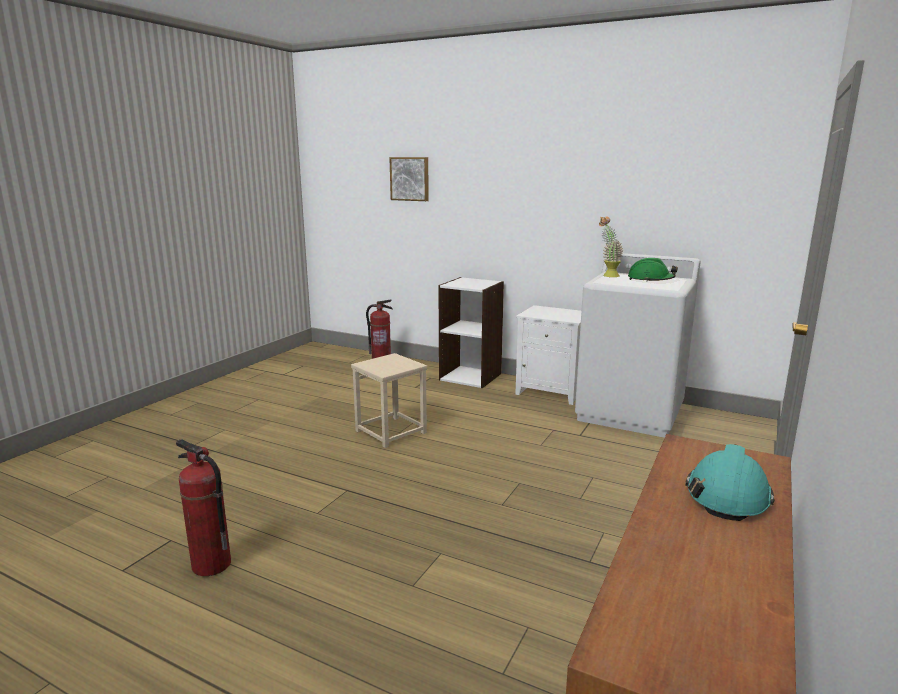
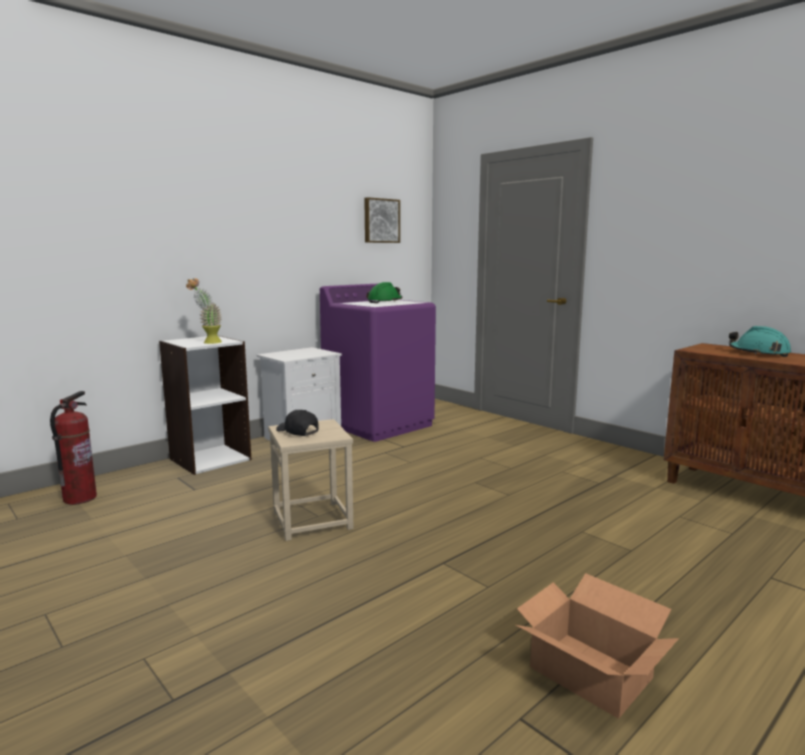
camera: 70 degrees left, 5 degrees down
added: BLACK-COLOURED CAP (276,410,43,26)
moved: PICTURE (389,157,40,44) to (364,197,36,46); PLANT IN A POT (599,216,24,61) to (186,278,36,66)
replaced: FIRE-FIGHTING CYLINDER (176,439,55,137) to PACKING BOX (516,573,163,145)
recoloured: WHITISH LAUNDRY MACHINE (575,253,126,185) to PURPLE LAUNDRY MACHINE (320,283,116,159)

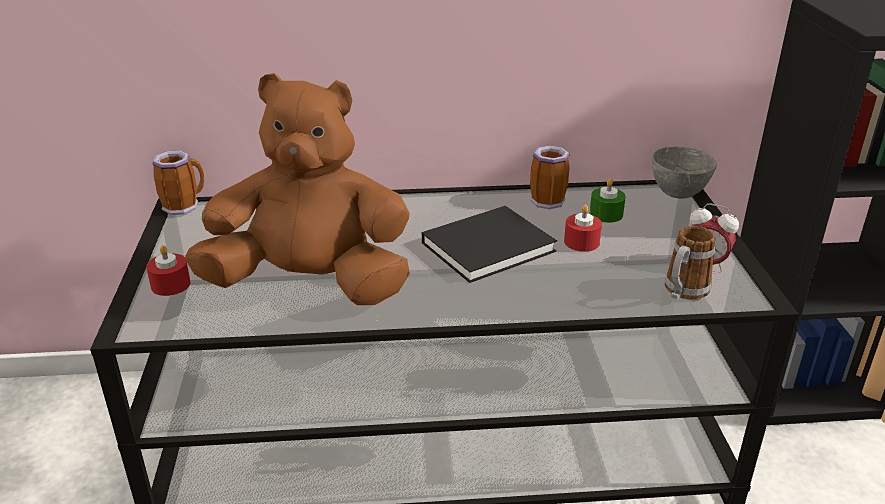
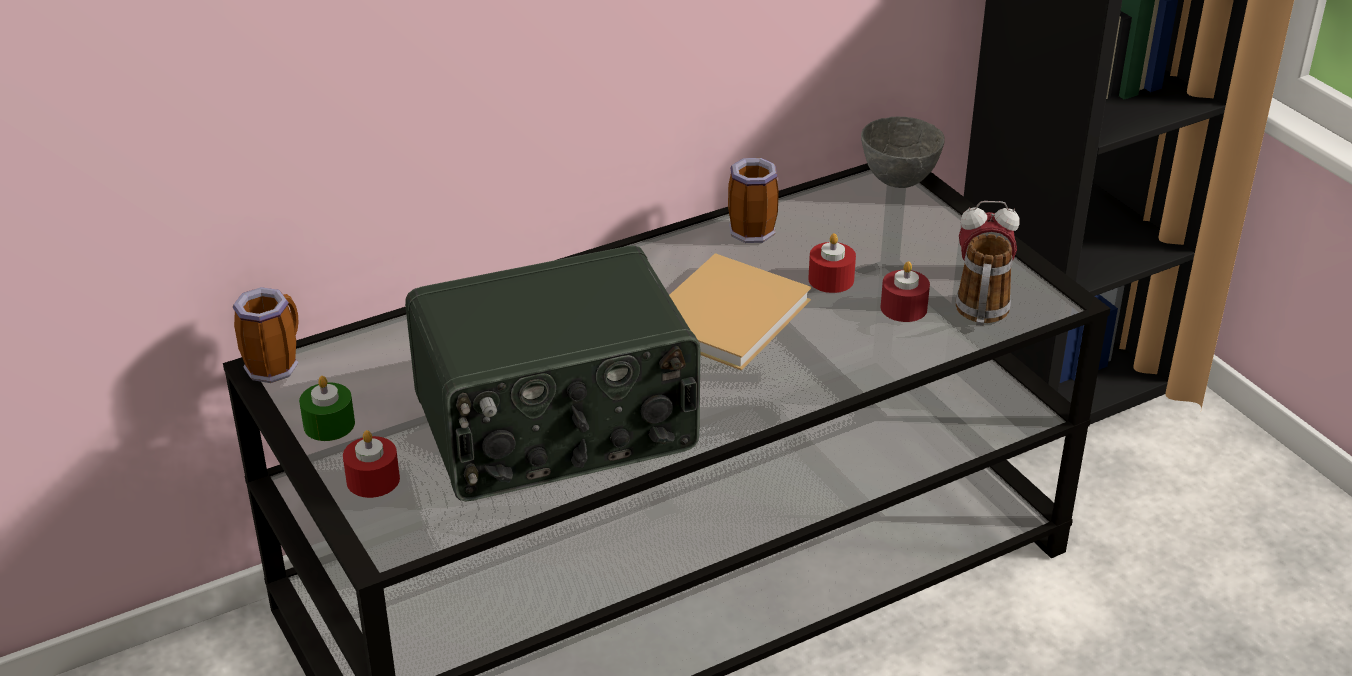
camera: 25 degrees left, 5 degrees up
added: RED-COLOURED WAX CANDLE (881,261,49,61)
moved: GREEN-COLOURED WAX CANDLE (590,178,36,45) to (299,376,56,65)
replaced: BROWNISH PLUSH TOY (185,73,225,232) to RADIO RECEIVER (405,246,295,255)
recoloured: BLACK-COLOURED BOOK (422,206,135,77) to SAND-COLOURED BOOK (669,253,142,118)

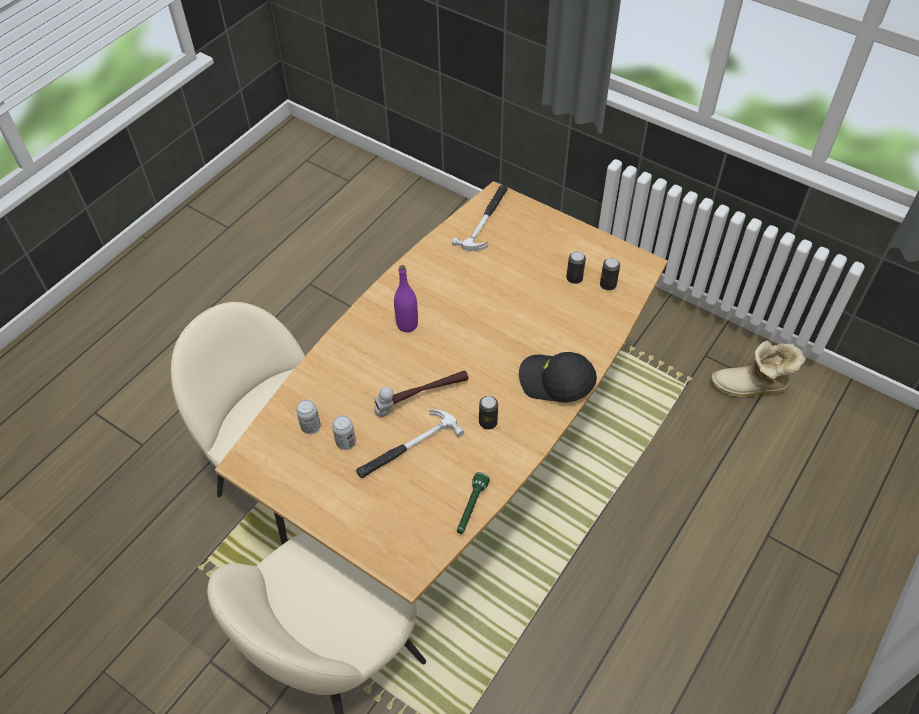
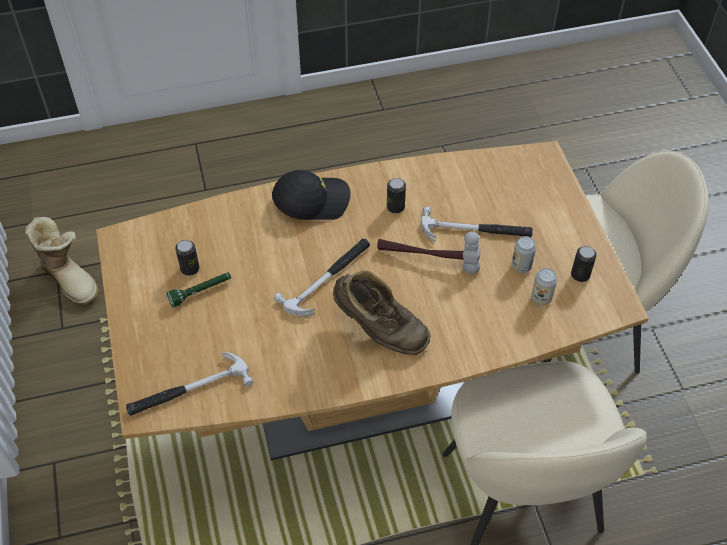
camera: 140 degrees left, 0 degrees up
added: HAMMER (274,239,96,77)
moved: GREEN-COLOURED FLASHLIGHT (457,472,33,62) to (167,272,64,35); METAL CAN (600,258,20,32) to (571,246,26,36)
replaced: PURPLE BOTTLE (394,265,24,67) to BROWNISH BOOT (333,271,98,84)
turned: BLACK-COLOURED CAP (519,352,78,50) = (272,170,79,50) 75 degrees counterclockwise

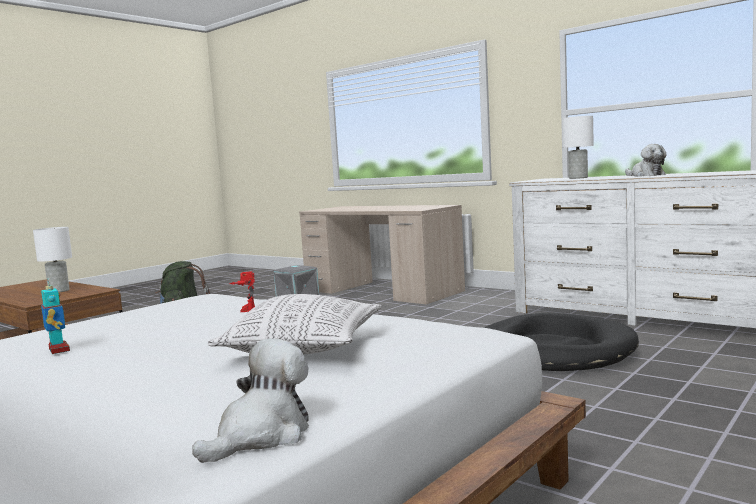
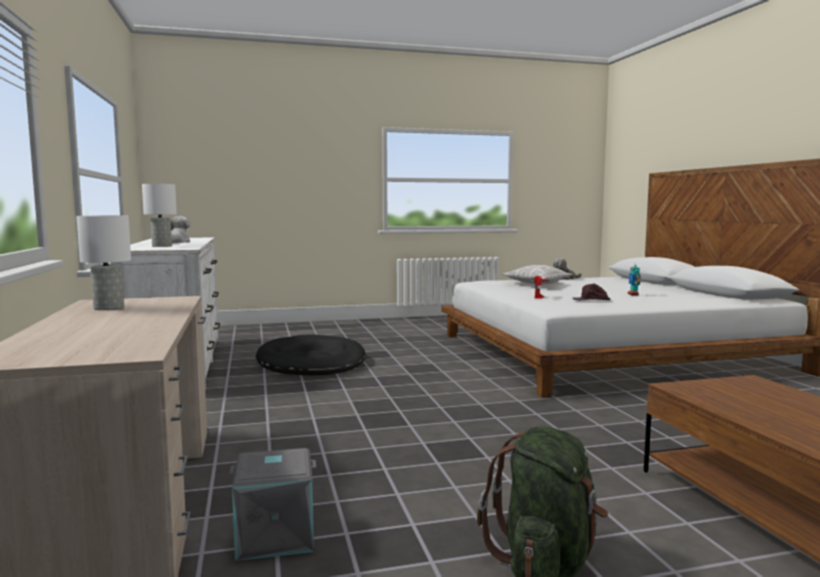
camera: 145 degrees left, 0 degrees up
added: BROWNISH CAP (573,283,37,17)
moved: WHITISH TABLE LAMP (33,227,39,66) to (77,216,54,94)

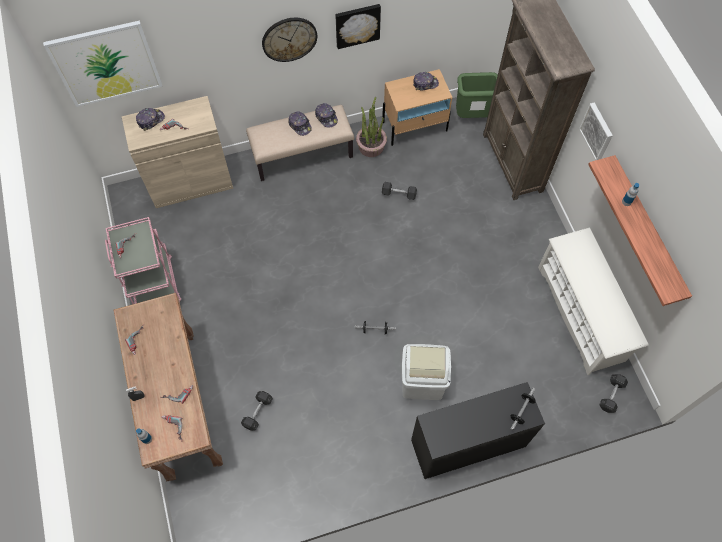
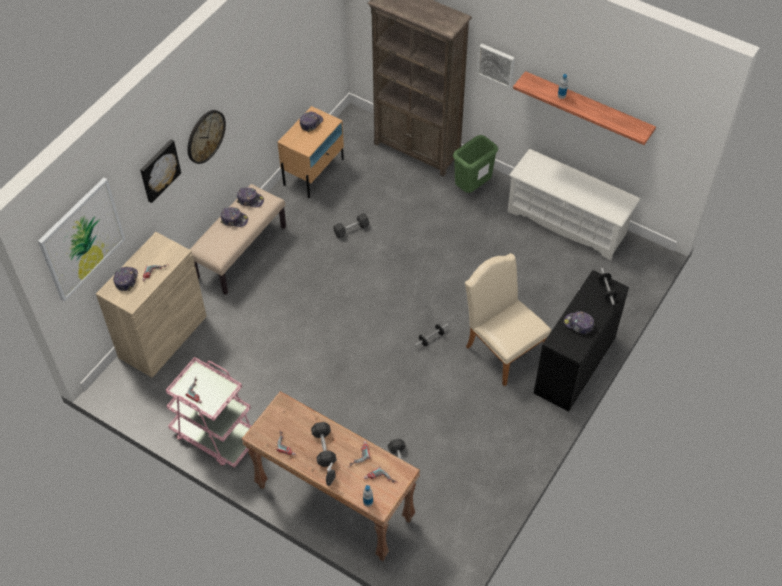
camera: 40 degrees left, 10 degrees down
removed: PLANT IN A POT (356,97,31,60)
added: CAP (564,311,30,23)
moved: PICTURE (335,4,46,45) to (140,140,41,63); GREEN-COLOURED WASTE BIN (456,72,42,46) to (453,135,45,58); GRAY HAND WEIGHT (599,374,29,39) to (311,422,26,45)
replaced: WHITISH WASTE BIN (402,344,49,56) to SAND-COLOURED UPRIGHT CHAIR (465,253,86,133)

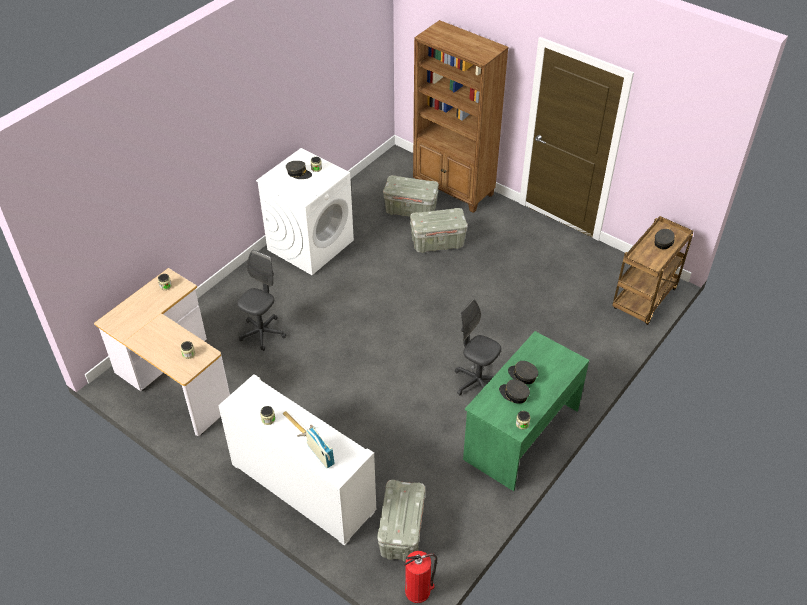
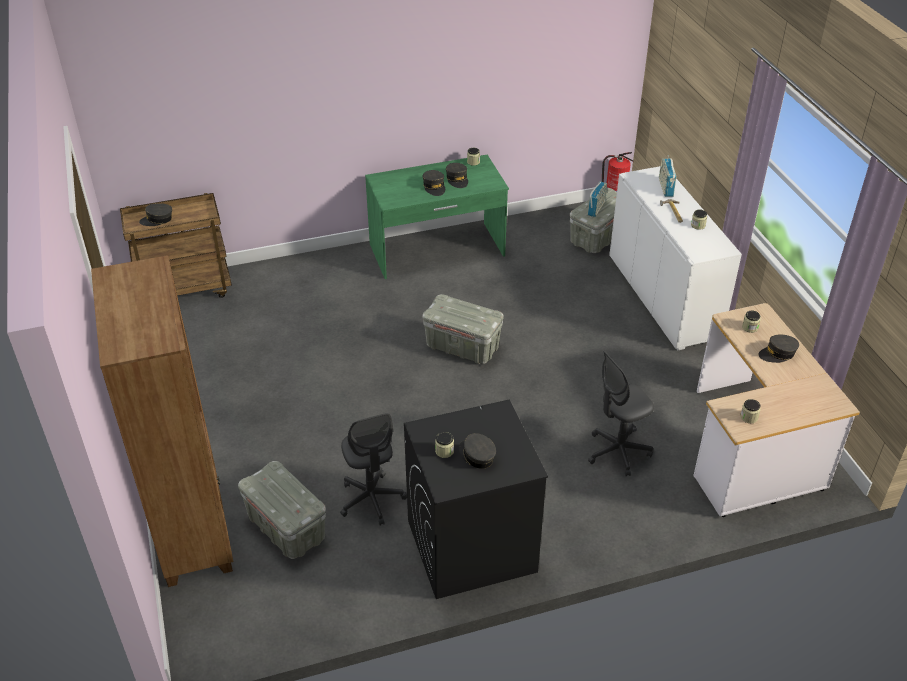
camera: 145 degrees left, 5 degrees down
added: RADIO RECEIVER (587,182,20,35); GRAY CAP (758,335,41,28)
moved: GRAY STORAGE BIN (410,208,58,45) to (422,294,82,70); GRAY OFFICE CHAIR (455,299,46,97) to (340,413,67,113)
recoloured: WHITISH LAUNDRY MACHINE (256,148,98,127) to BLACK-COLOURED LAUNDRY MACHINE (404,400,144,199)

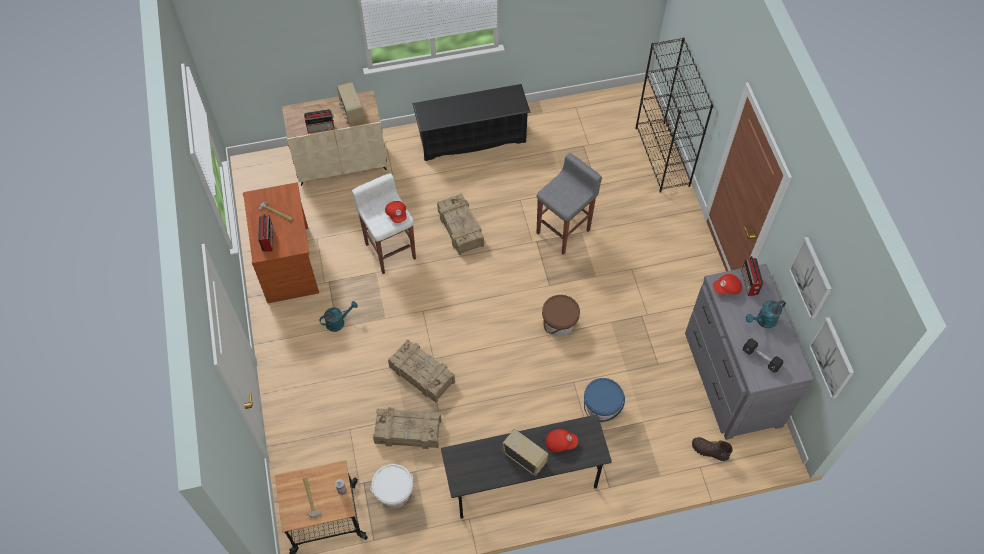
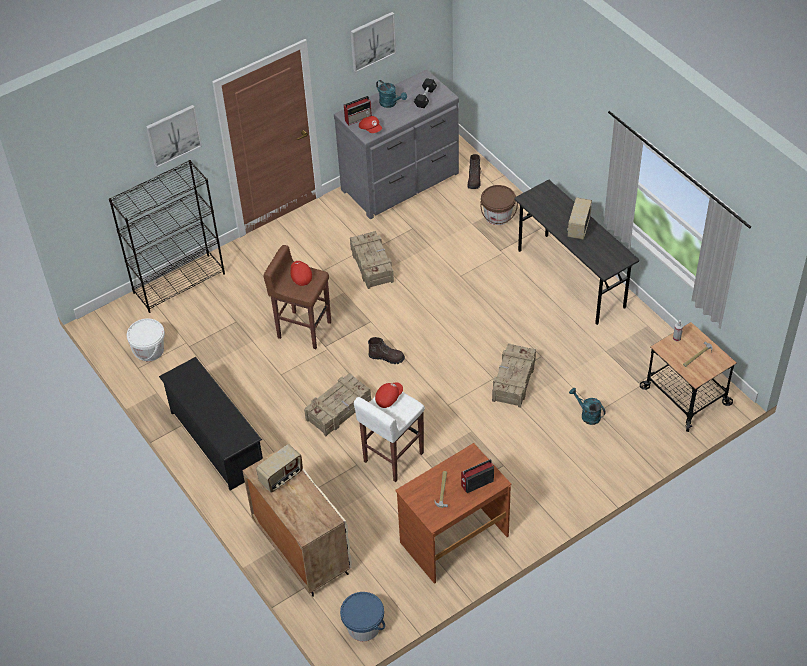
camera: 110 degrees left, 10 degrees down
removed: RADIO RECEIVER (304,109,30,24)
added: BROWNISH BOOT (368,337,37,27)
moved: TURQUOISE WATERING POT (319,301,39,31) to (569,388,37,37); WHITISH PAIL (370,464,43,45) to (127,318,38,43); SHIPPING CRATE (373,407,68,42) to (350,231,44,58); BROWNISH PAIL (542,295,38,42) to (481,185,37,40); RED-COLOURED CAP (546,429,32,23) to (290,261,22,25); BLUE-COLOURED PAIL (584,378,41,44) to (340,592,45,49); PICTURE (809,317,45,82) to (146,105,56,63)
recoloured: GRAY SITTING STOOL (537,153,65,102) to BROWNISH SITTING STOOL (264,245,67,104)

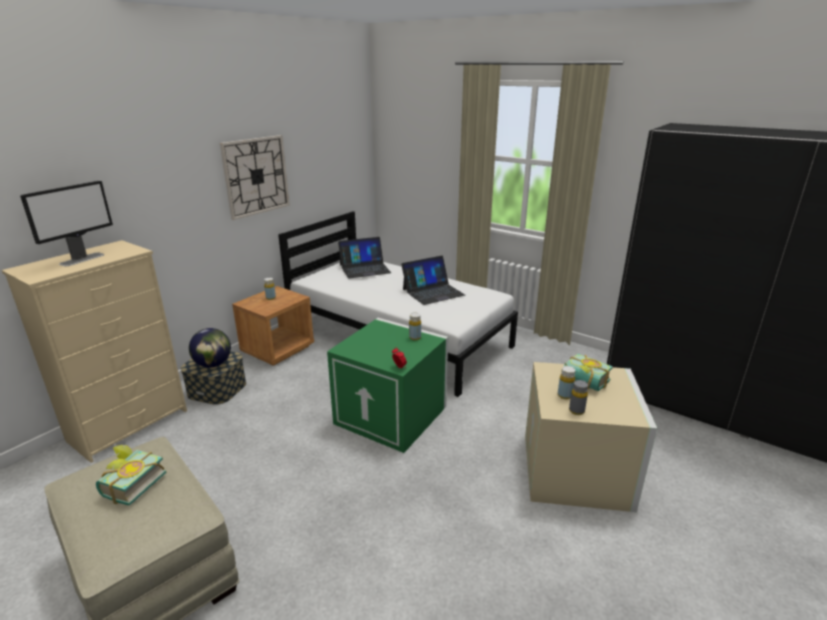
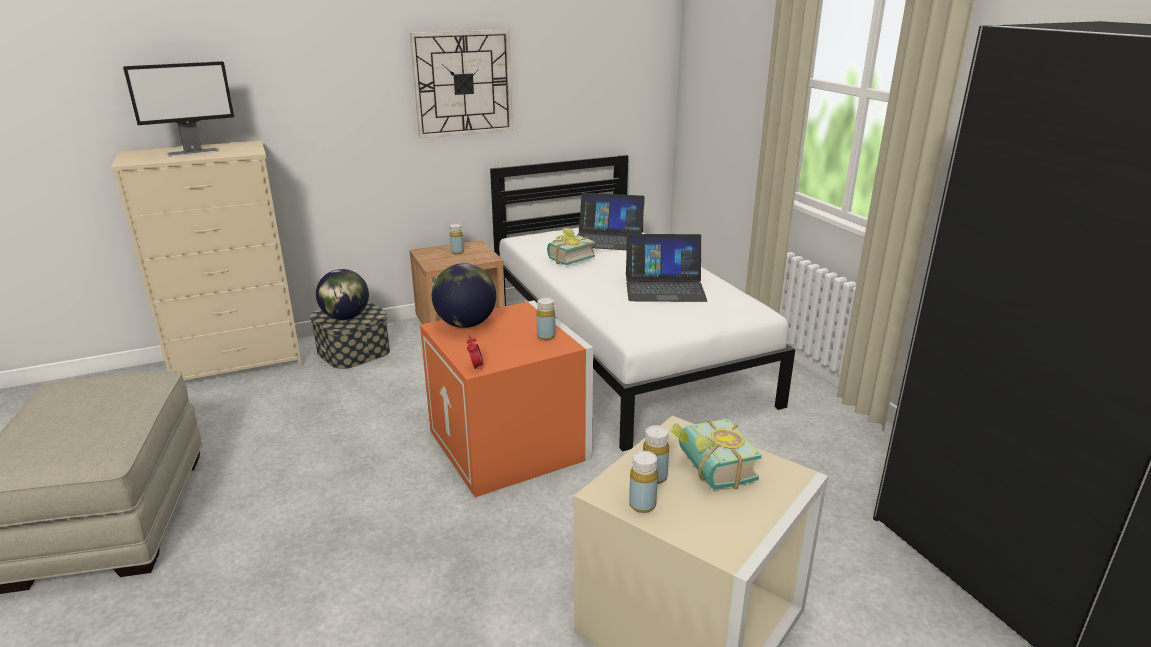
camera: 30 degrees right, 0 degrees up
added: DESK GLOBE (432,263,64,65)
moved: BOOK (96,445,70,61) to (547,228,48,37)
recoloured: GREEN-COLOURED STORAGE BIN (327,318,121,135) to ORANGEY STORAGE BIN (420,300,173,197); GRAY BOTTLE (569,380,19,35) to YELLOWISH BOTTLE (629,451,29,62)

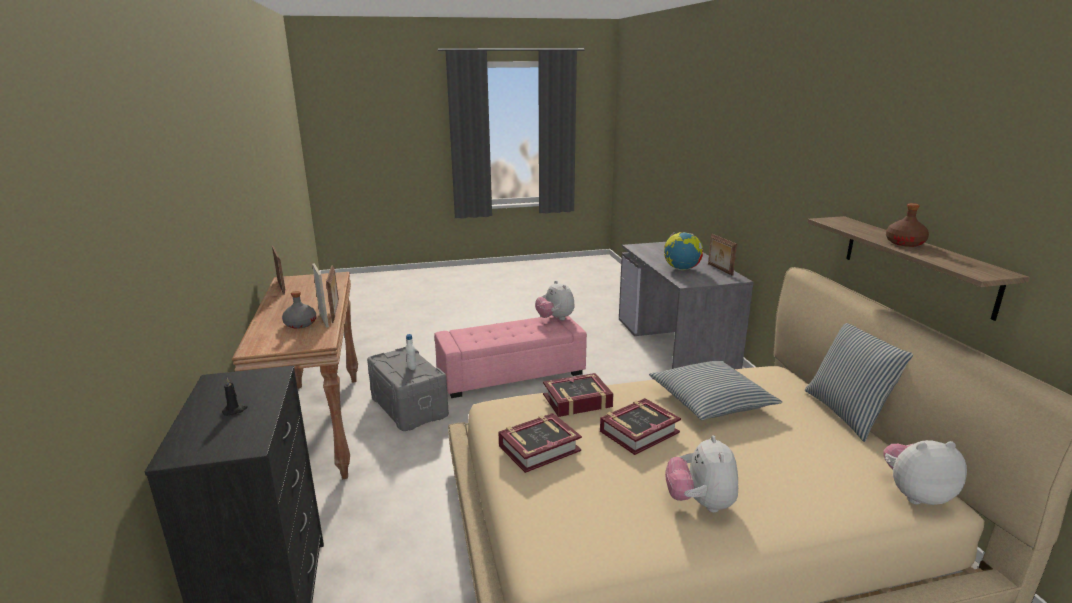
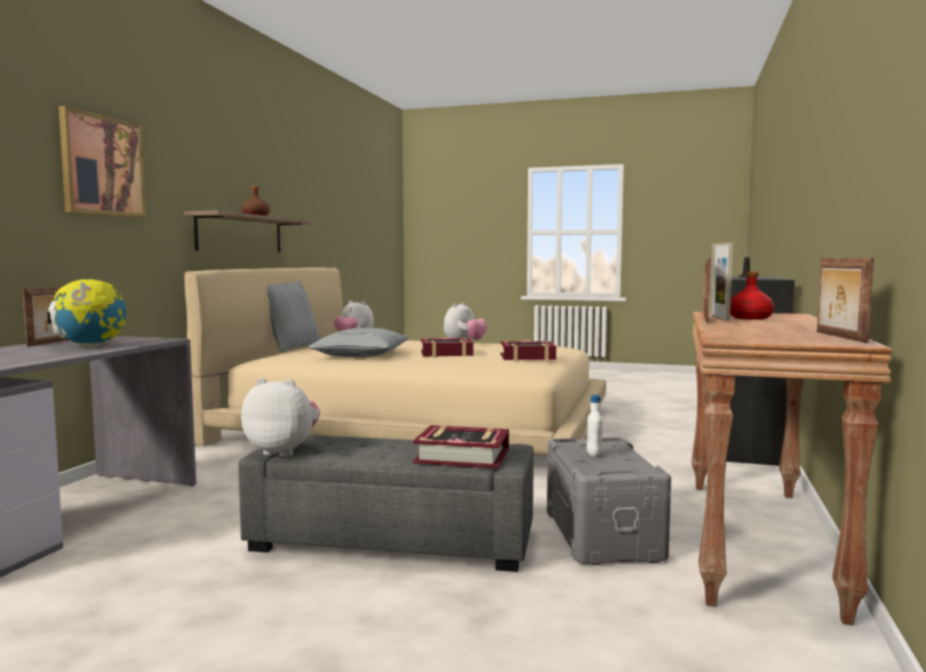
camera: 150 degrees left, 15 degrees down
added: PICTURE (59,106,87,112)
moved: BOOK (543,373,70,44) to (413,425,96,44)
recoloured: GRAY BOTTLE (282,291,34,38) to RED-COLOURED BOTTLE (730,272,44,48); PINK-COLOURED OTTOMAN (434,315,153,83) to GRAY OTTOMAN (238,435,296,137)
turned: PLUSH TOY (535,281,40,39) = (241,378,79,79) 75 degrees counterclockwise

